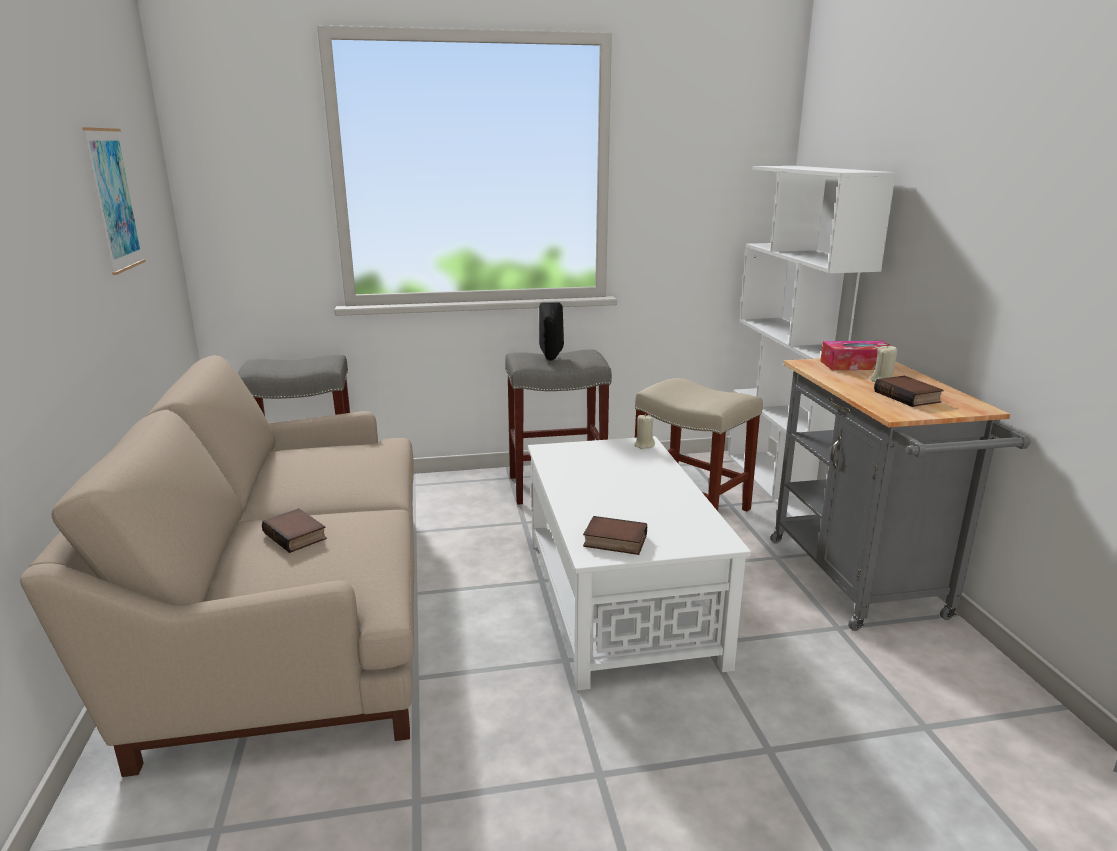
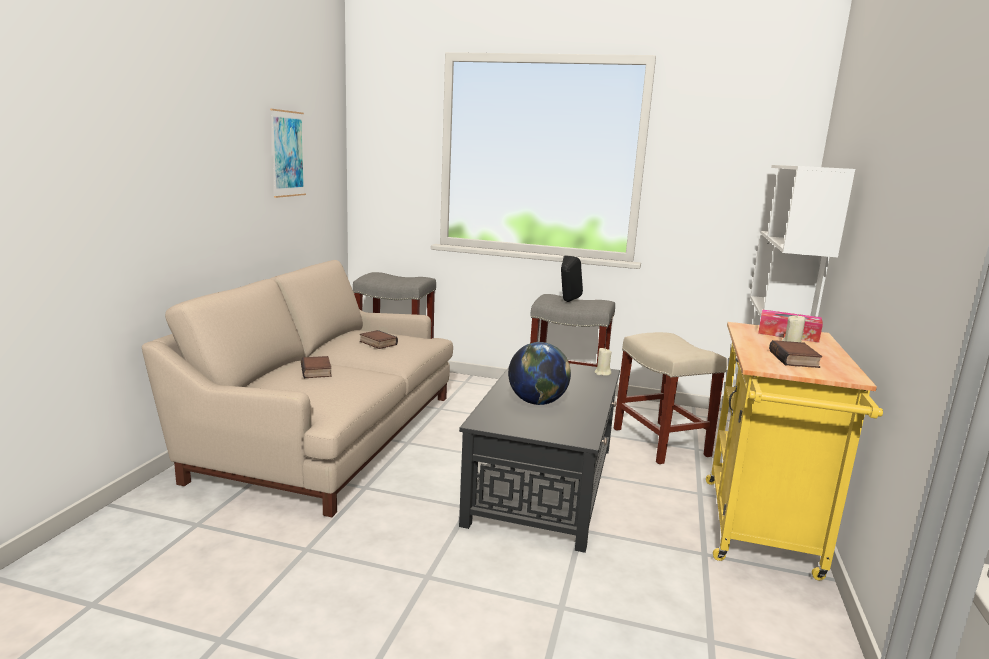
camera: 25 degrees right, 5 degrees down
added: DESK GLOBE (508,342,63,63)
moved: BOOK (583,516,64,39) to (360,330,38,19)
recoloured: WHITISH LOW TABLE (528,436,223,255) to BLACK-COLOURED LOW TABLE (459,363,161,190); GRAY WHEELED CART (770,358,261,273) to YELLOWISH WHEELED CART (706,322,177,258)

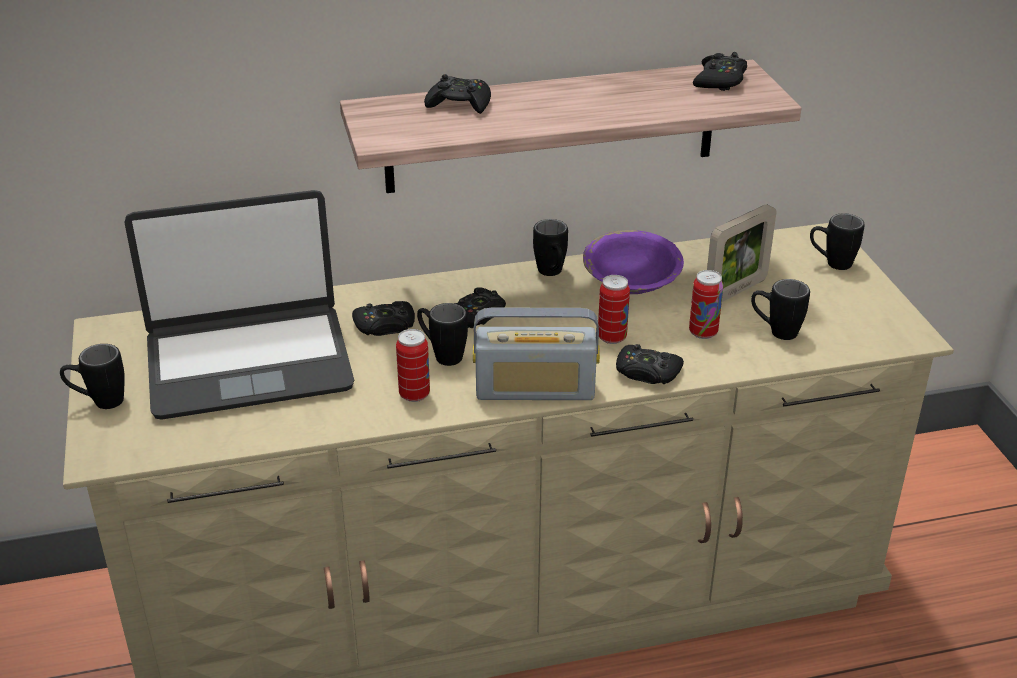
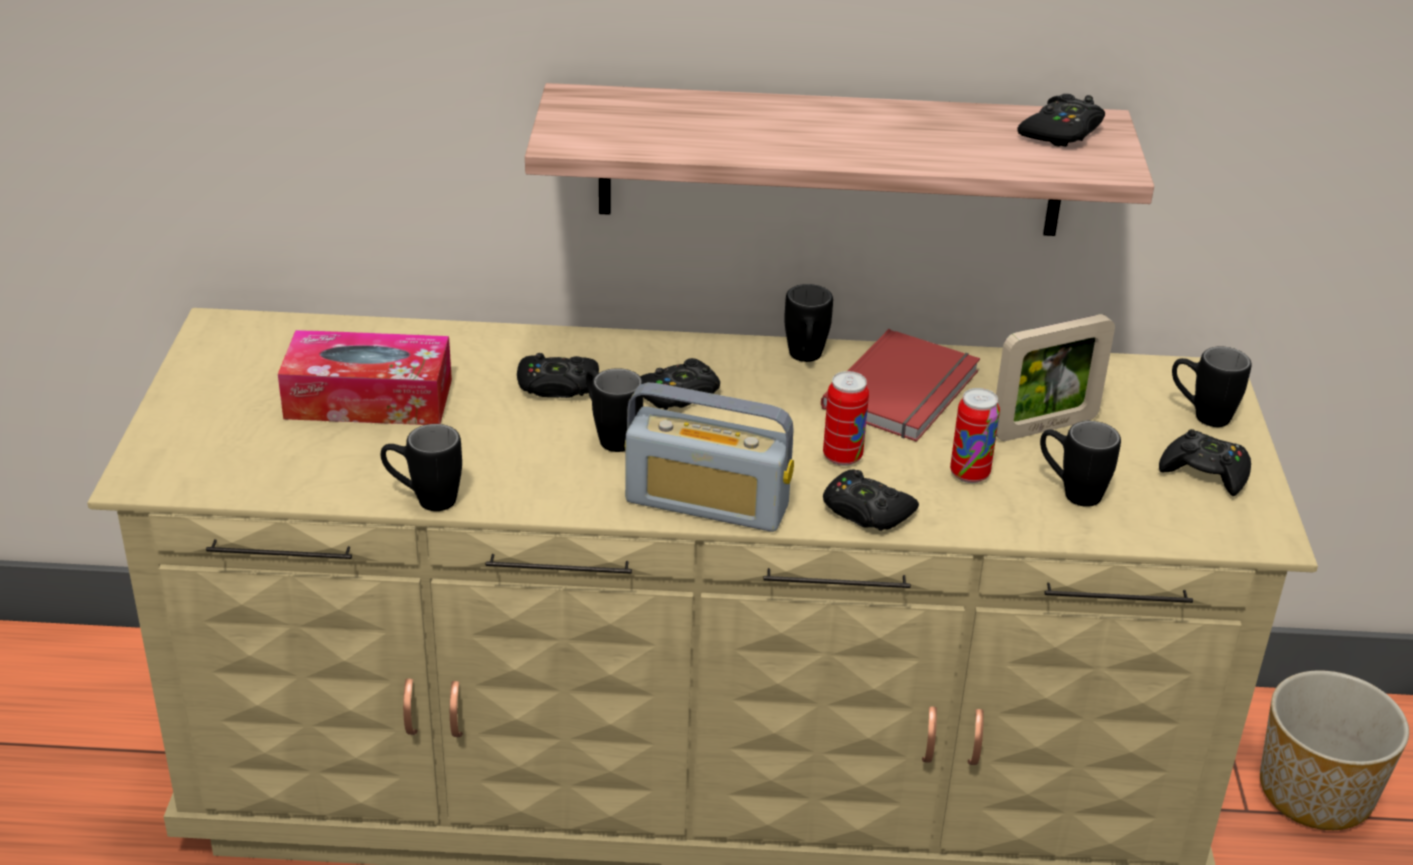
camera: 15 degrees right, 0 degrees up
removed: METAL CAN (396,329,34,73)
added: PLANT POT (1260,670,149,160)
moved: BLACK-COLOURED MUG (60,344,65,65) to (381,424,81,87); BLACK-COLOURED JOYPAD (424,74,67,40) to (1159,429,92,67)
replaced: LAPTOP (124,190,230,230) to TISSUE HOLDER (278,330,174,95); PURPLE DEEP DISH (583,230,101,64) to RED-COLOURED BOOK (821,329,159,113)

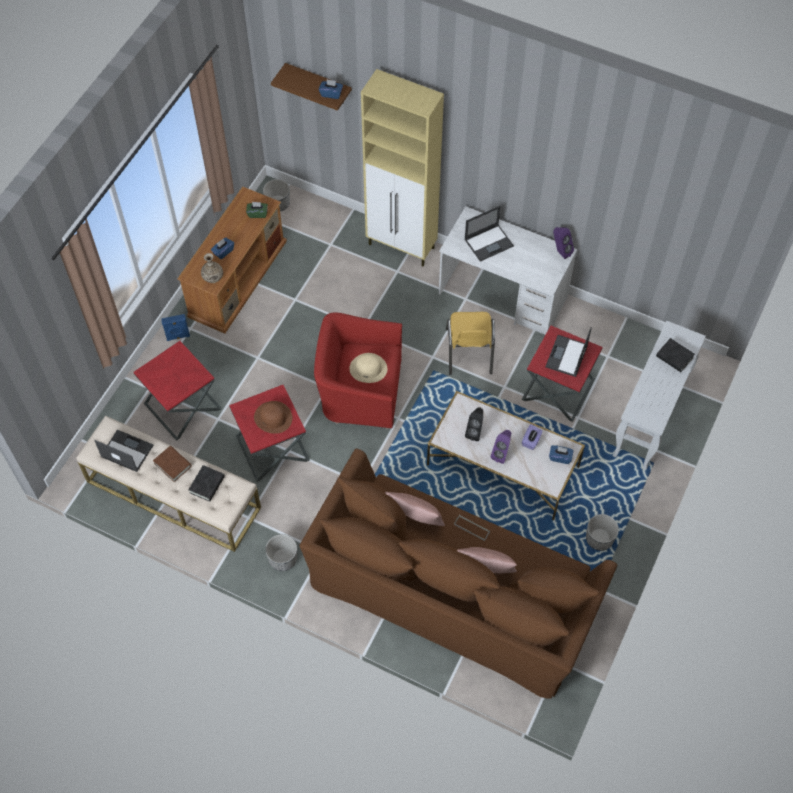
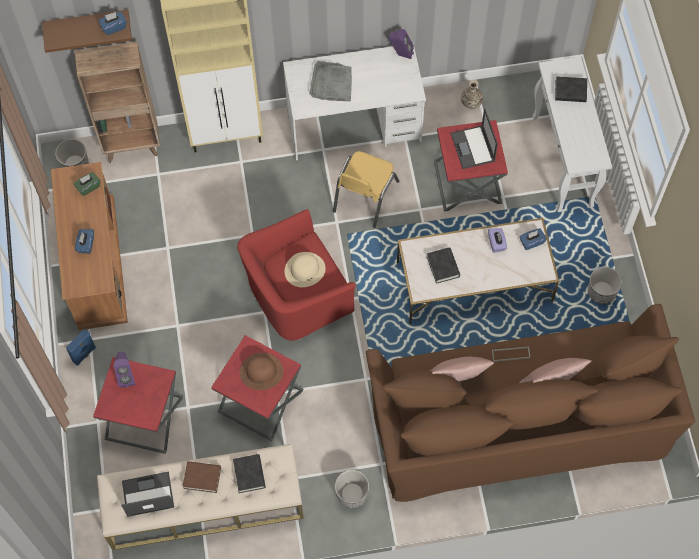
camera: 35 degrees left, 5 degrees up
added: BROWNISH BOOKSHELF (75,41,85,122)
moved: DECORATIVE VASE (201,253,22,30) to (461,80,22,29); PURPLE SPEAKER (491,430,20,34) to (114,352,21,36)
replaced: LAPTOP (464,206,50,56) to GRAY SERVING TRAY (309,61,43,40); BLACK-COLOURED SPEAKER (465,407,18,34) to BLACK-COLOURED BOOK (427,247,33,37)
turned: YELLOWISH UPRIGHT CHAIR (446,312,49,63) = (333,151,67,77) 60 degrees clockwise

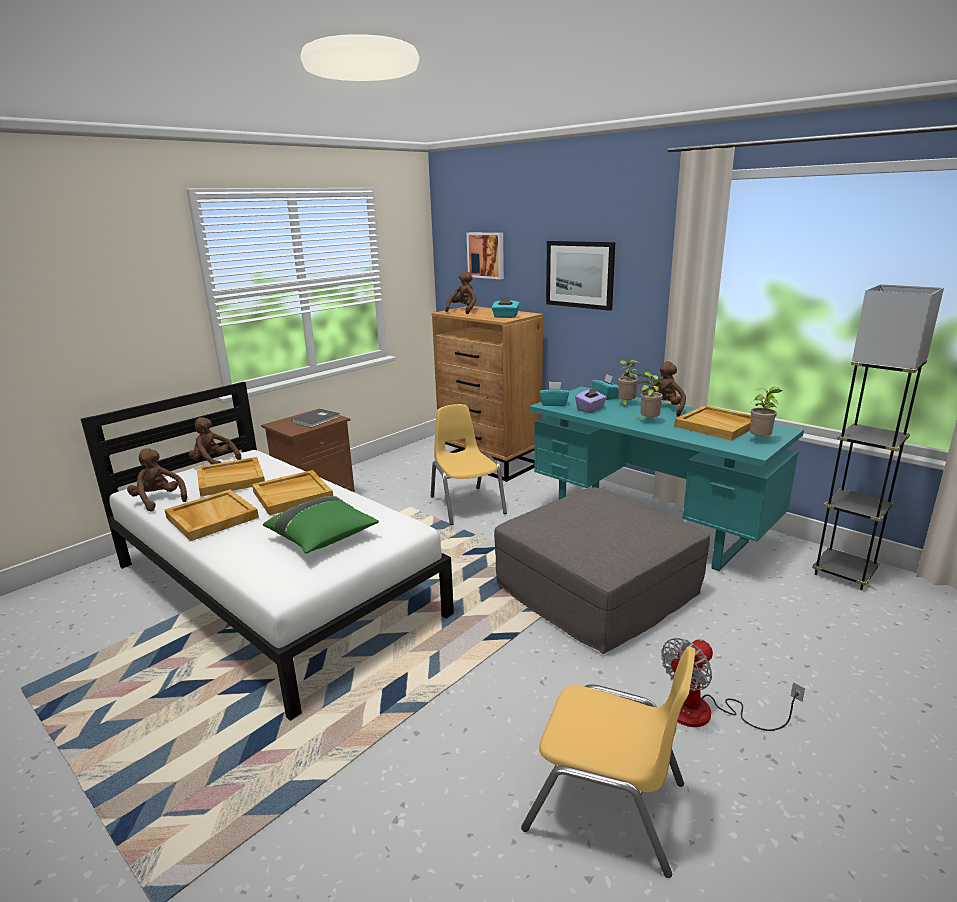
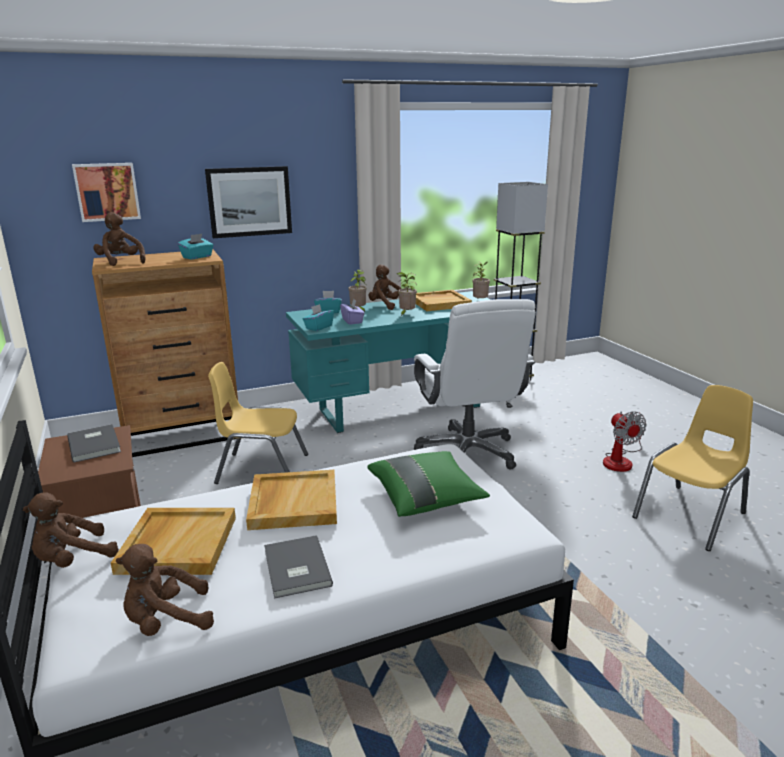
camera: 65 degrees left, 0 degrees up
replaced: SAND-COLOURED SERVING TRAY (165,489,94,52) to GRAY BOOK (264,535,69,64); GRAY OTTOMAN (494,487,216,167) to WHITISH OFFICE CHAIR (414,299,122,170)

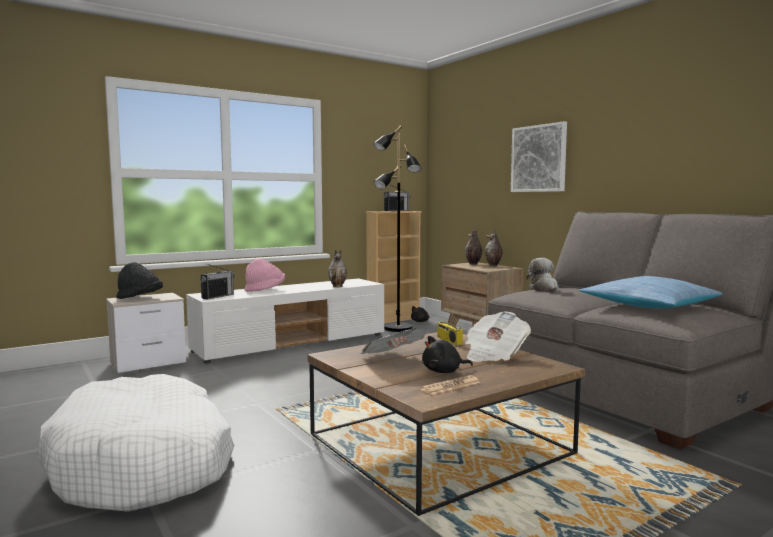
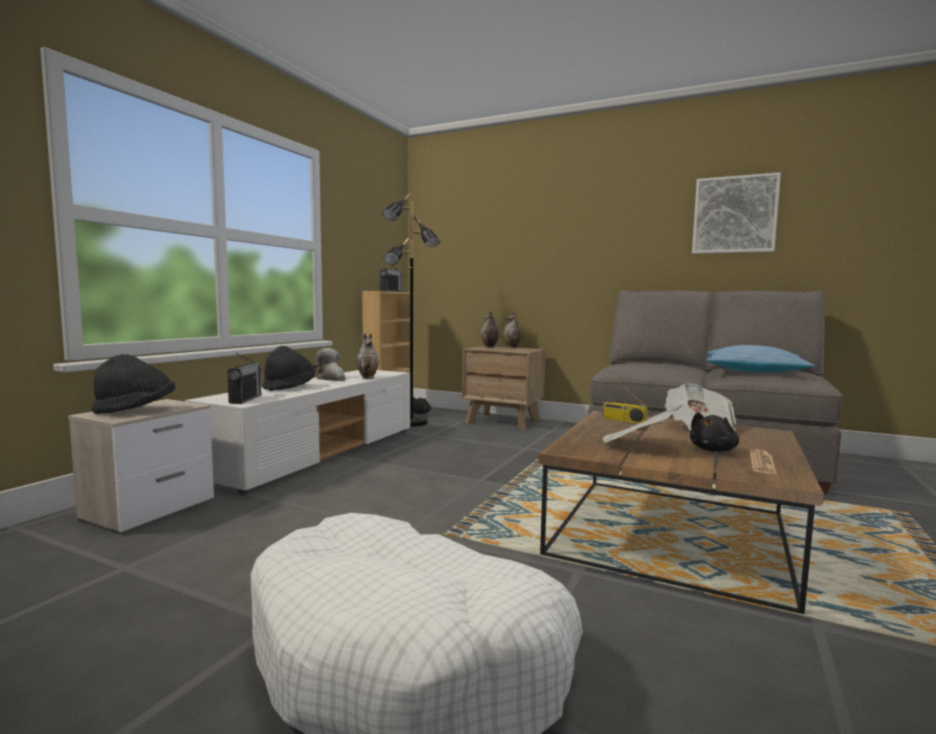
camera: 30 degrees left, 0 degrees up
moved: PICTURE (511,121,56,71) to (692,172,89,82); PLUSH TOY (527,258,32,35) to (314,348,31,33)
recoloured: PINK-COLOURED HAT (244,258,41,34) to BLACK-COLOURED HAT (263,346,52,45)

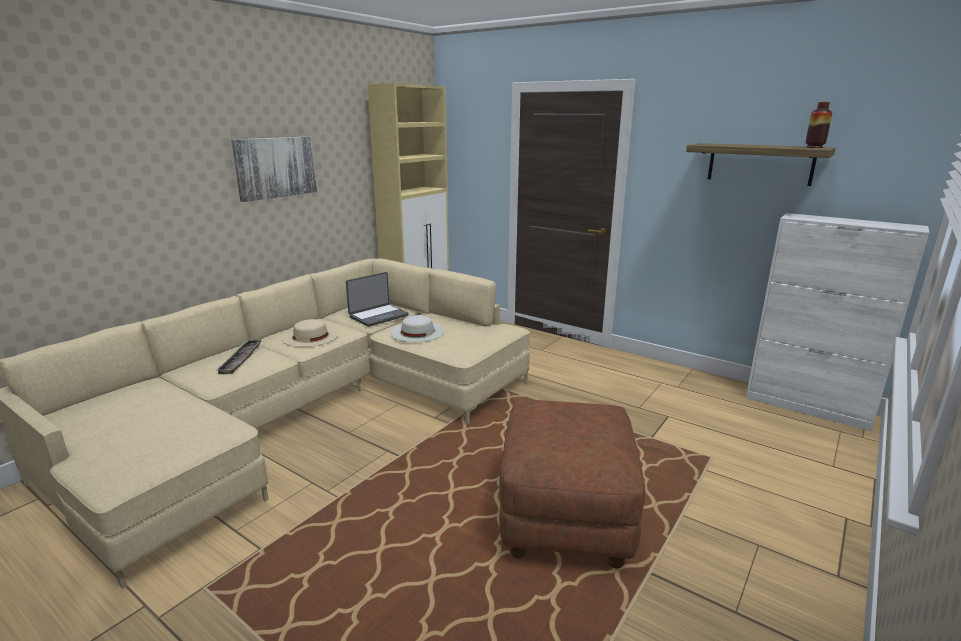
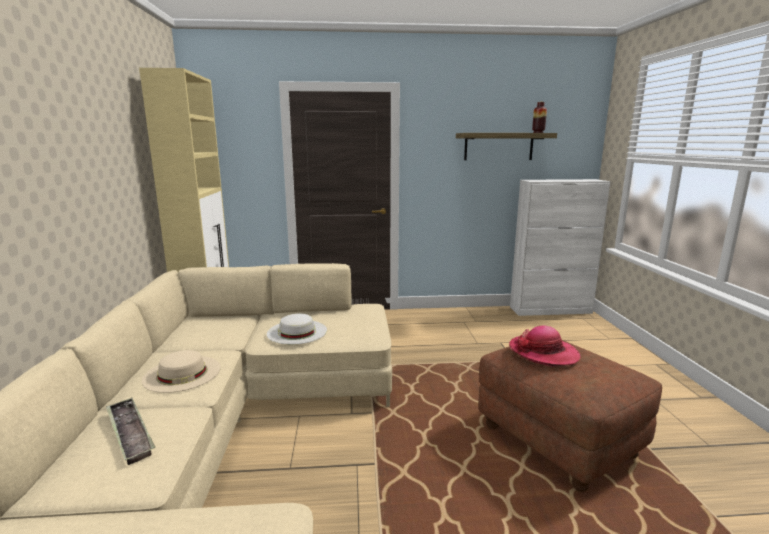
camera: 40 degrees left, 5 degrees down
removed: PICTURE (231,136,86,66); LAPTOP (346,272,63,55)
added: HAT (509,326,72,41)

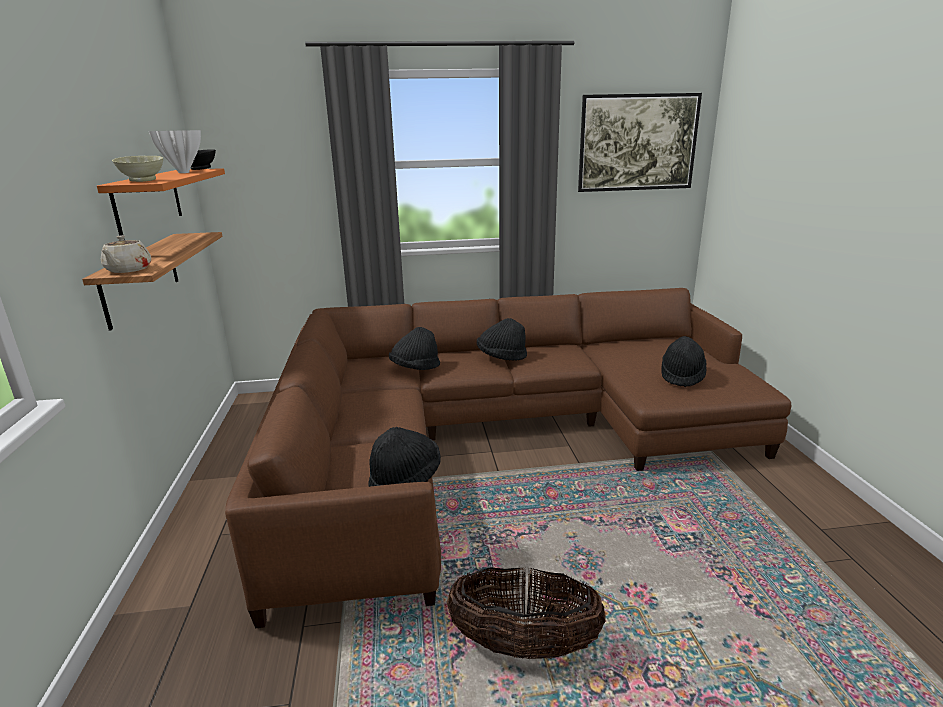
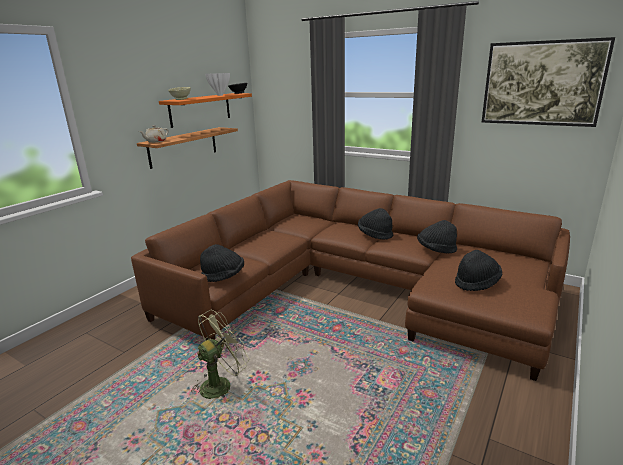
camera: 40 degrees right, 0 degrees up
moved: BLACK-COLOURED HAT (389,327,51,43) to (417,220,40,33)
replaced: HOUSEHOLD BASKET (446,567,160,92) to GREEN-COLOURED COOLING FAN (191,310,58,89)

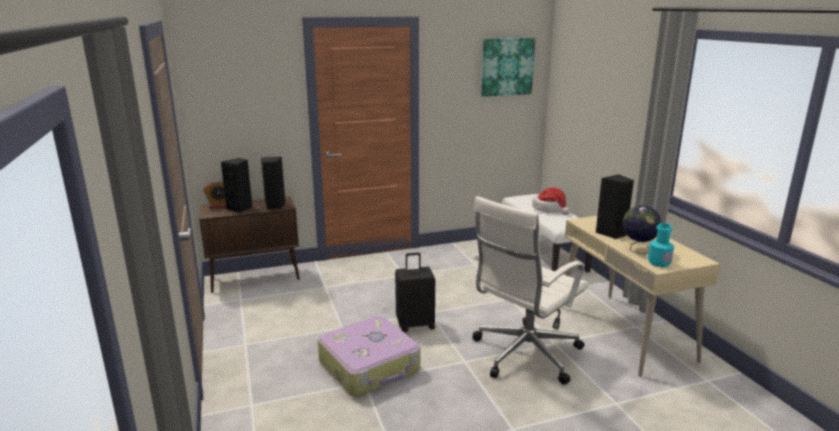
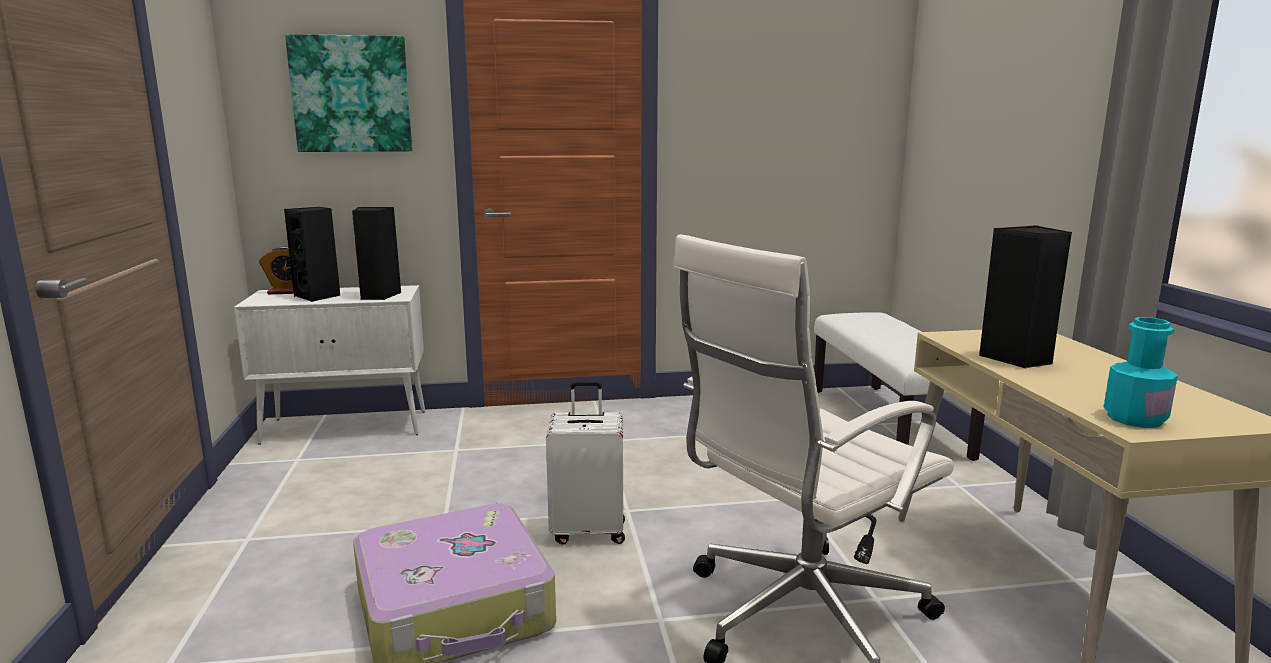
camera: 10 degrees right, 5 degrees down
removed: HAT (532,188,38,27); DESK GLOBE (623,205,39,49)
moved: PICTURE (481,38,54,59) to (285,34,128,118)
recoloured: BROWNISH CUPBOARD (199,196,101,97) to WHITISH CUPBOARD (234,285,191,159); BLACK-COLOURED PIECE OF LUGGAGE (395,253,40,79) to WHITISH PIECE OF LUGGAGE (546,381,79,163)

